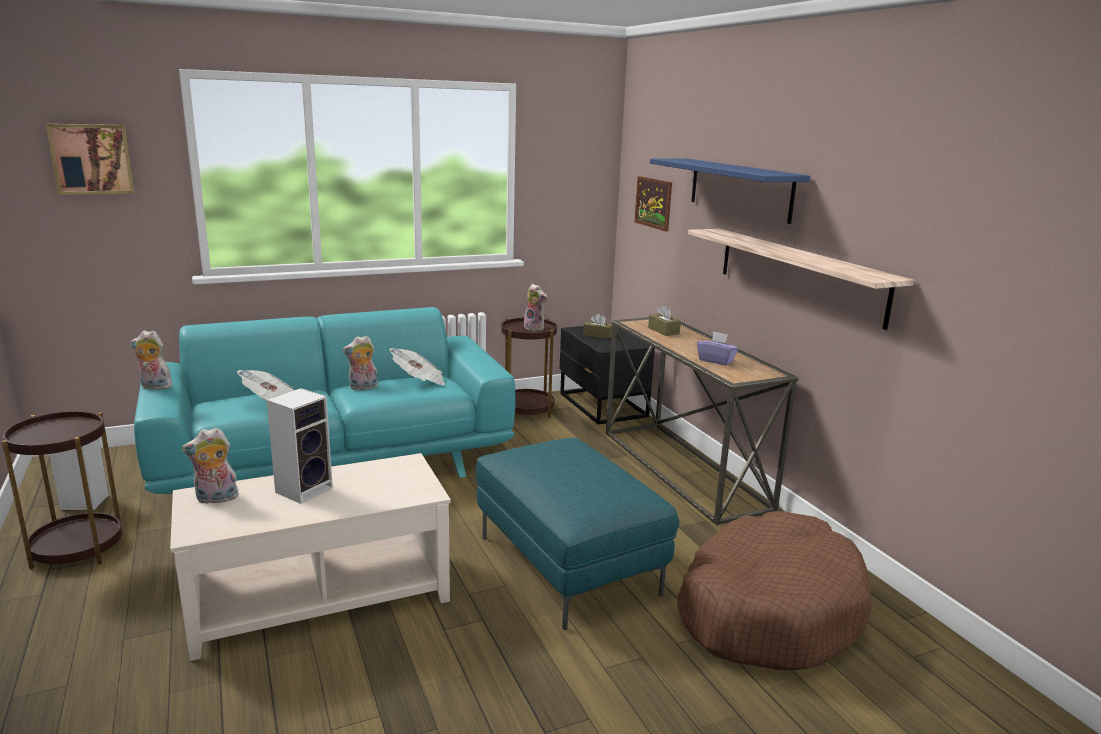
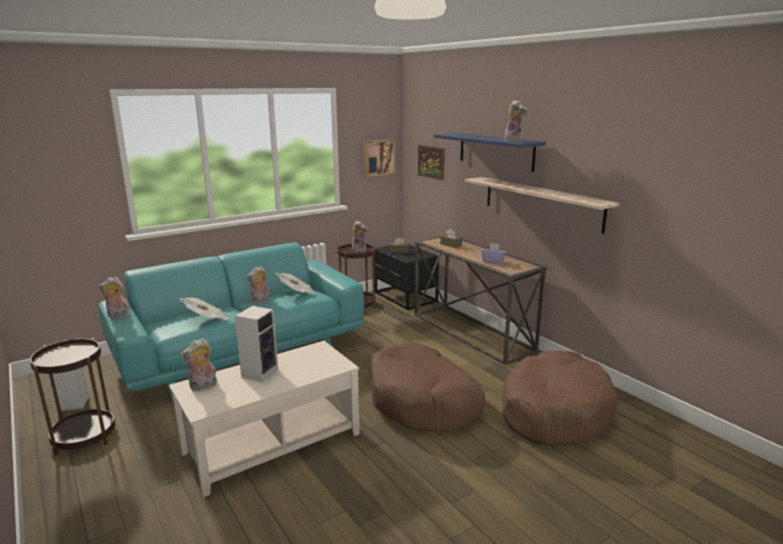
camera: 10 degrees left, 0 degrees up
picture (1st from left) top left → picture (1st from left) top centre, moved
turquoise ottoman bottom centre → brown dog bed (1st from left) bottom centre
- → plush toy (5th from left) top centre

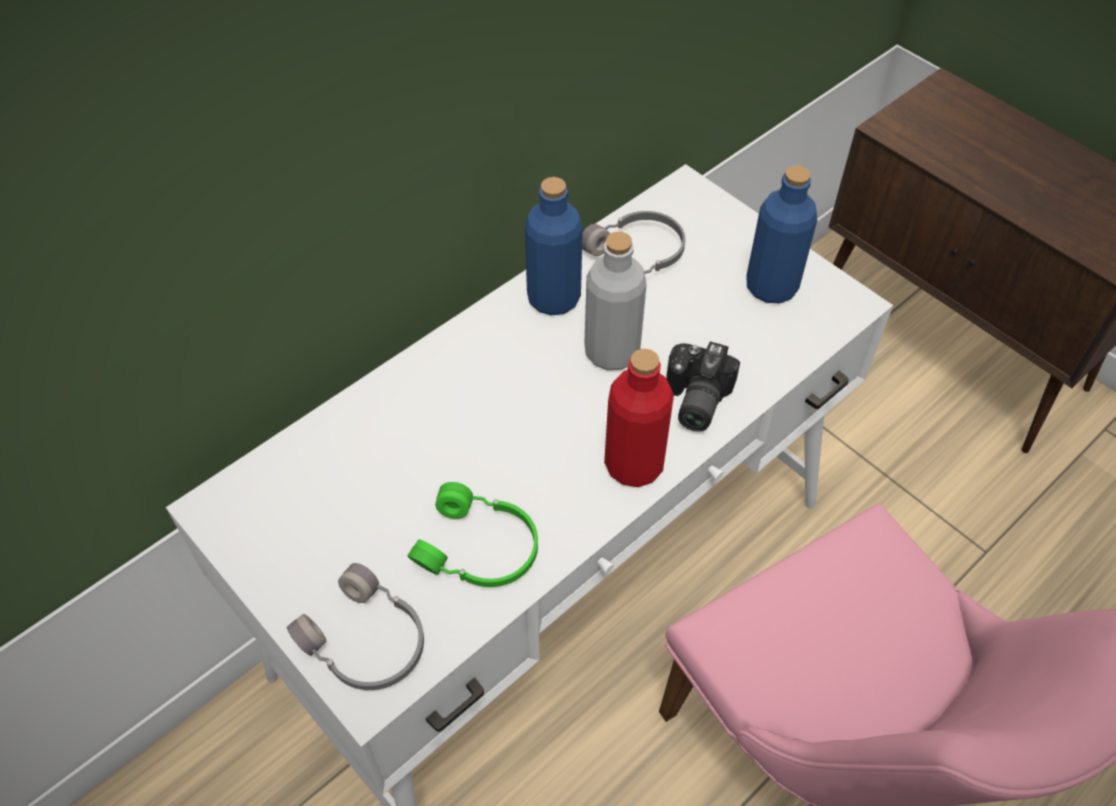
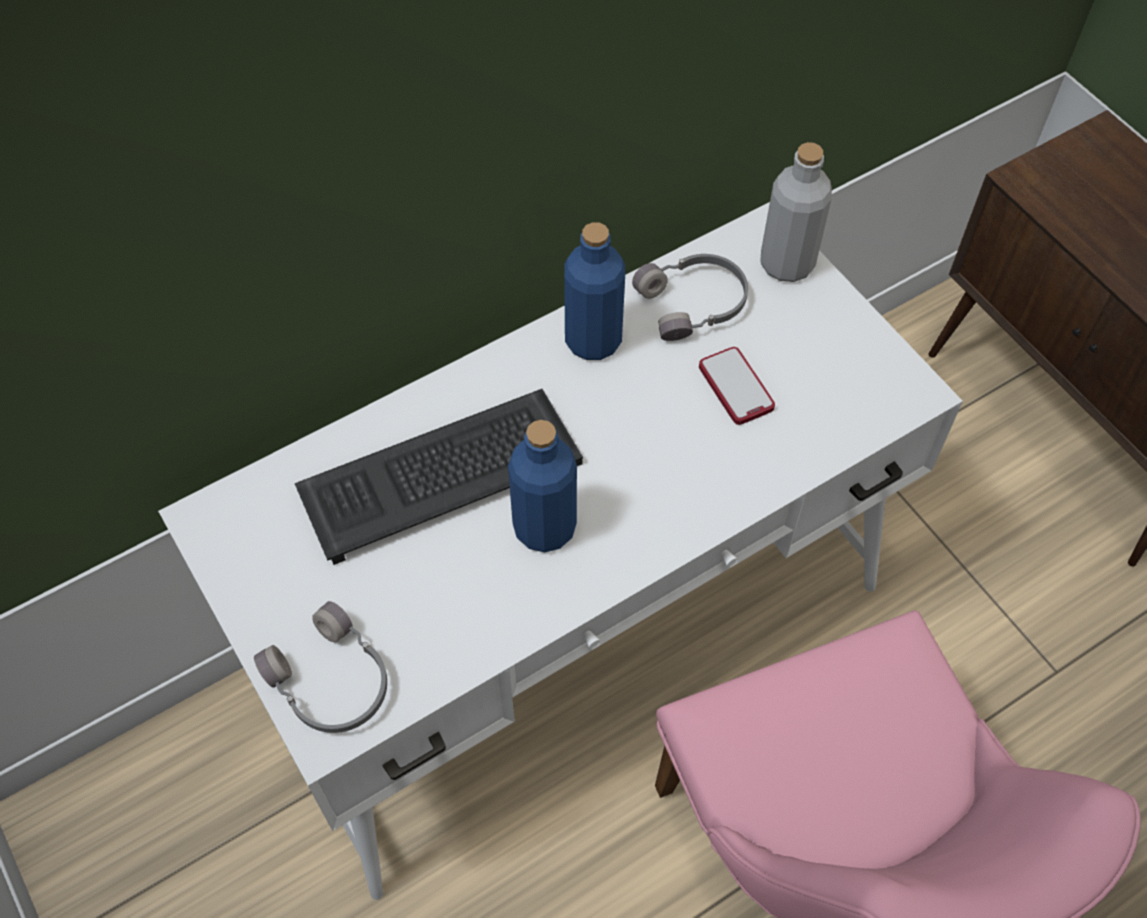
camera: 10 degrees right, 5 degrees up
- → keyboard centre
blue bottle (2nd from left in the first image) top right → blue bottle (1st from left) centre, moved
- → phone centre
grey bottle centre → grey bottle top right, moved
green headphones centre → -
red bottle centre → -
photo camera centre → -

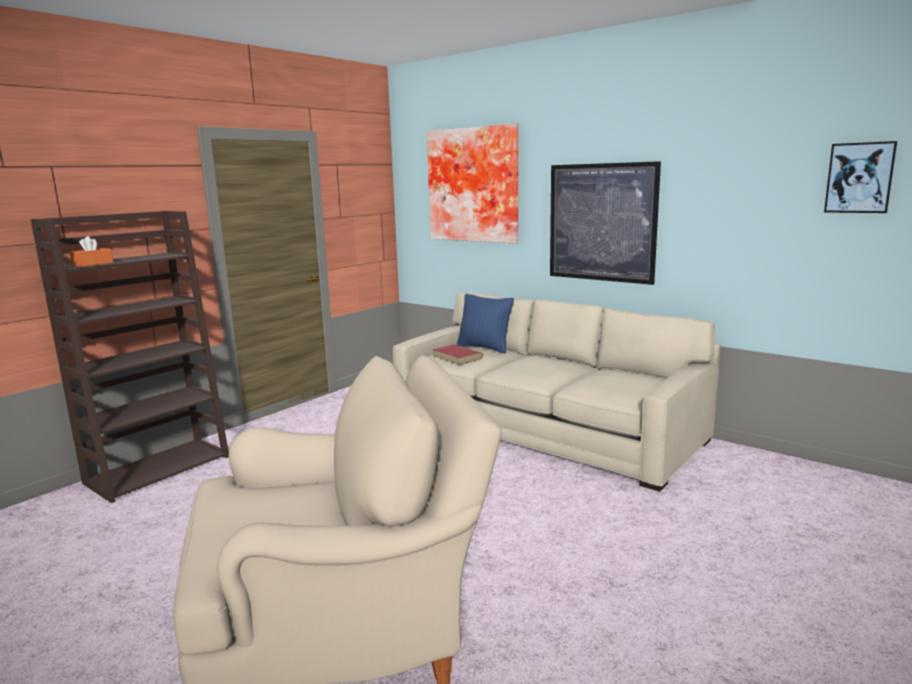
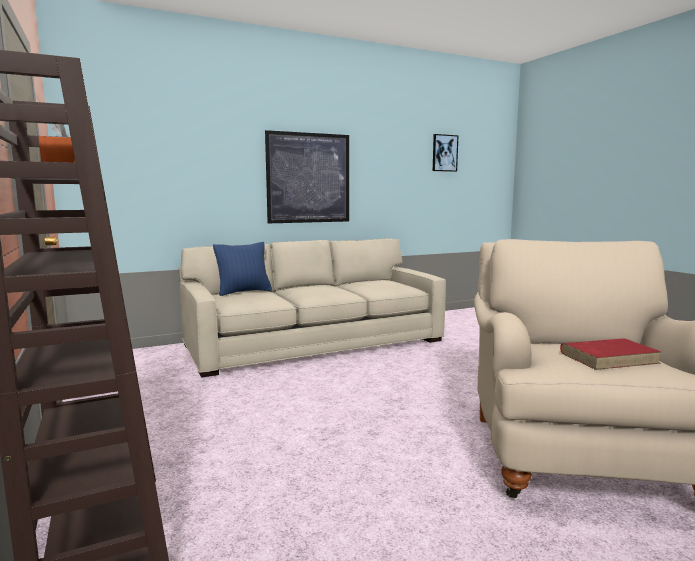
camera: 65 degrees left, 5 degrees down
red book centre → red book middle right, moved
picture (1st from left) top centre → -

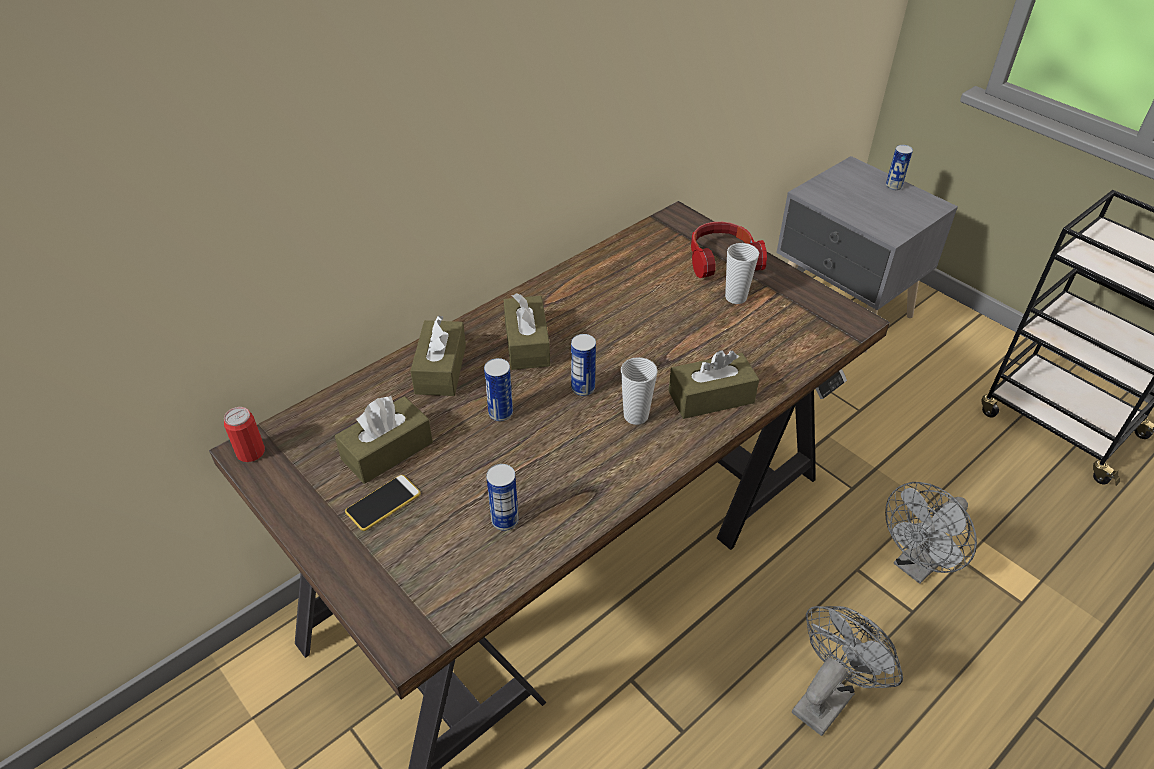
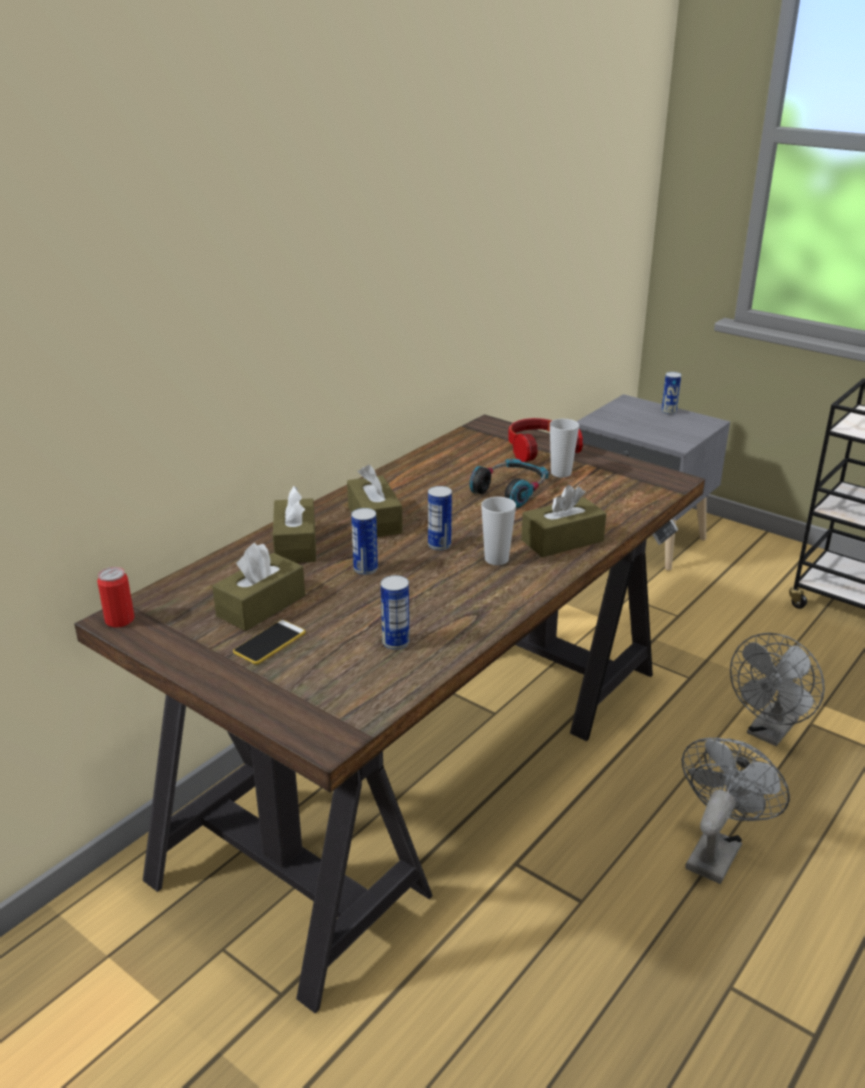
camera: 10 degrees left, 15 degrees down
- → headphones (1st from left) centre

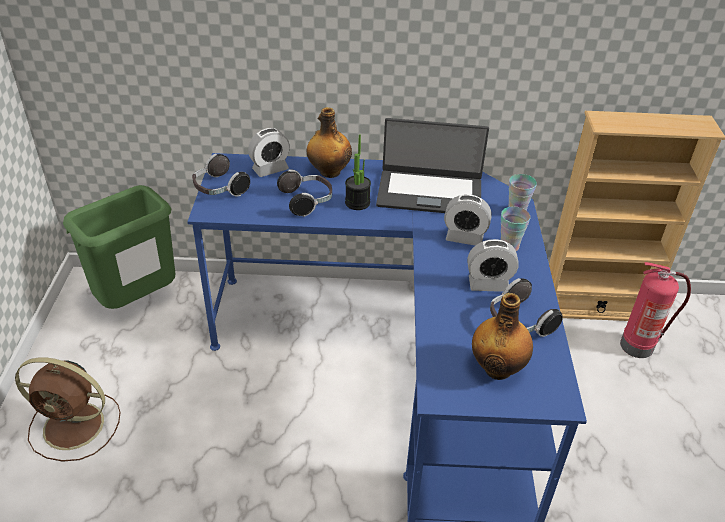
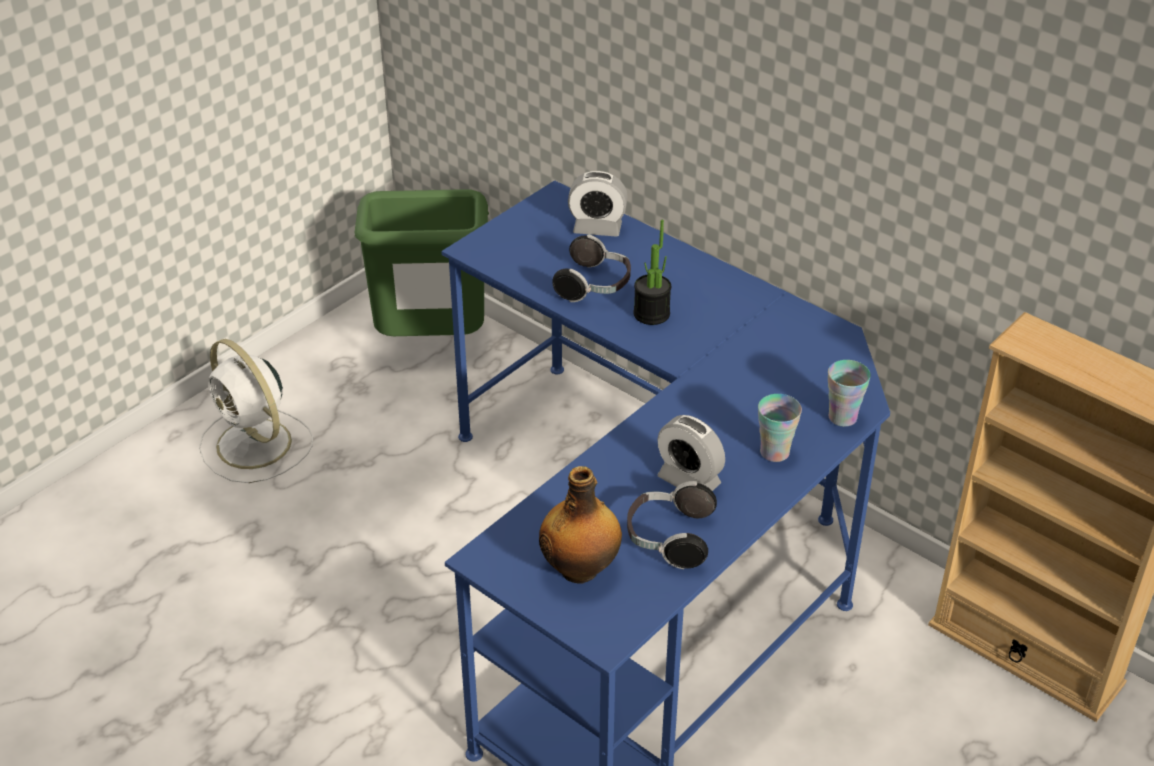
camera: 40 degrees right, 0 degrees up
brown fan bottom left → white fan middle left
headphones (1st from left) middle left → -
bottle (1st from left) top centre → -
laptop top centre → -
alarm clock (2nd from left) centre → -
fire extinguisher middle right → -

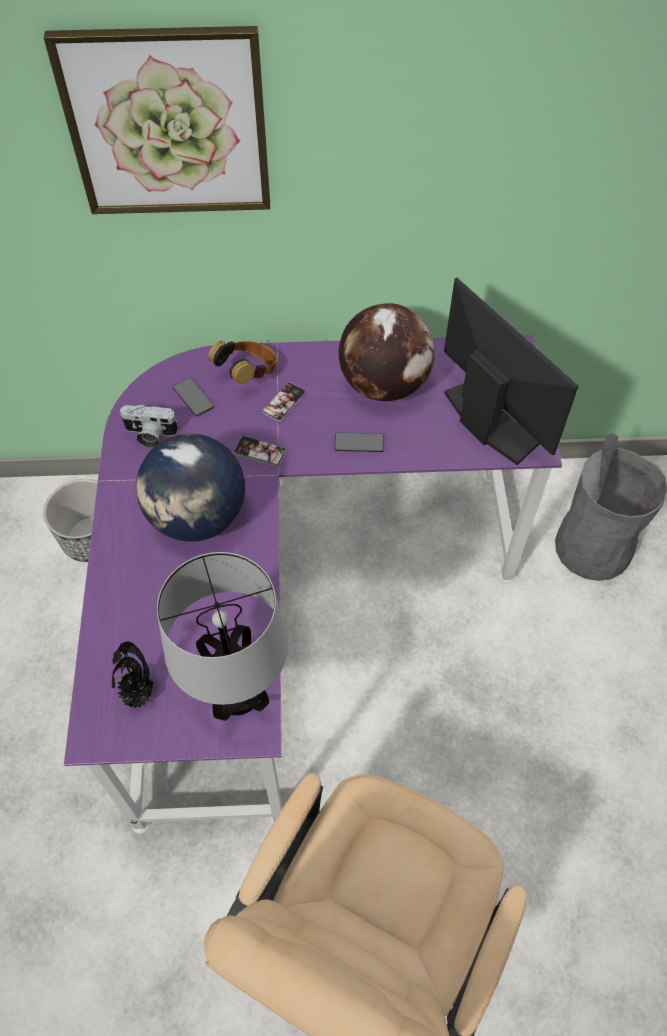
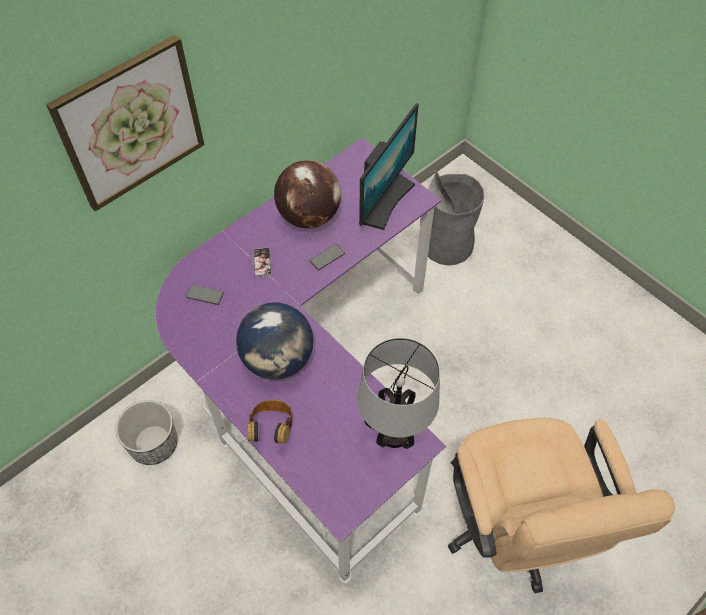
camera: 40 degrees left, 0 degrees up
headphones centre → headphones bottom centre, moved
monitor middle right → monitor top centre, 105 degrees clockwise
potted plant middle left → -
photo camera middle left → -
phone (2nd from left) centre → -

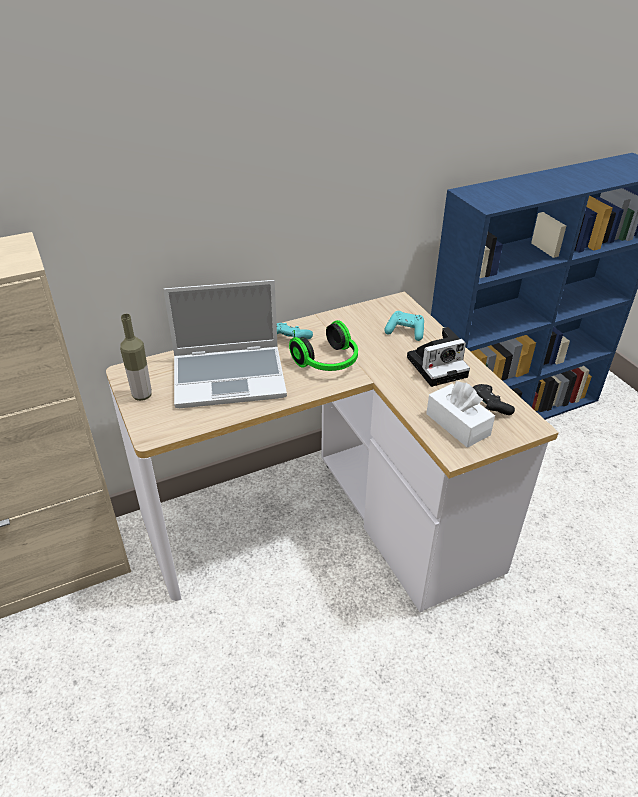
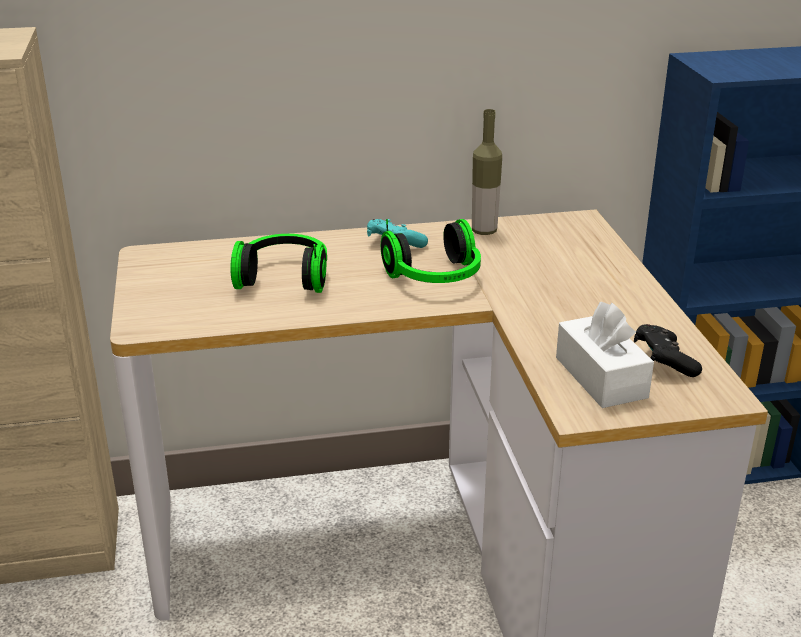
camera: 15 degrees right, 10 degrees down
laptop centre → headphones (1st from left) centre
bottle middle left → bottle top centre, moved
turquoise game controller (2nd from left) centre → -
photo camera middle right → -

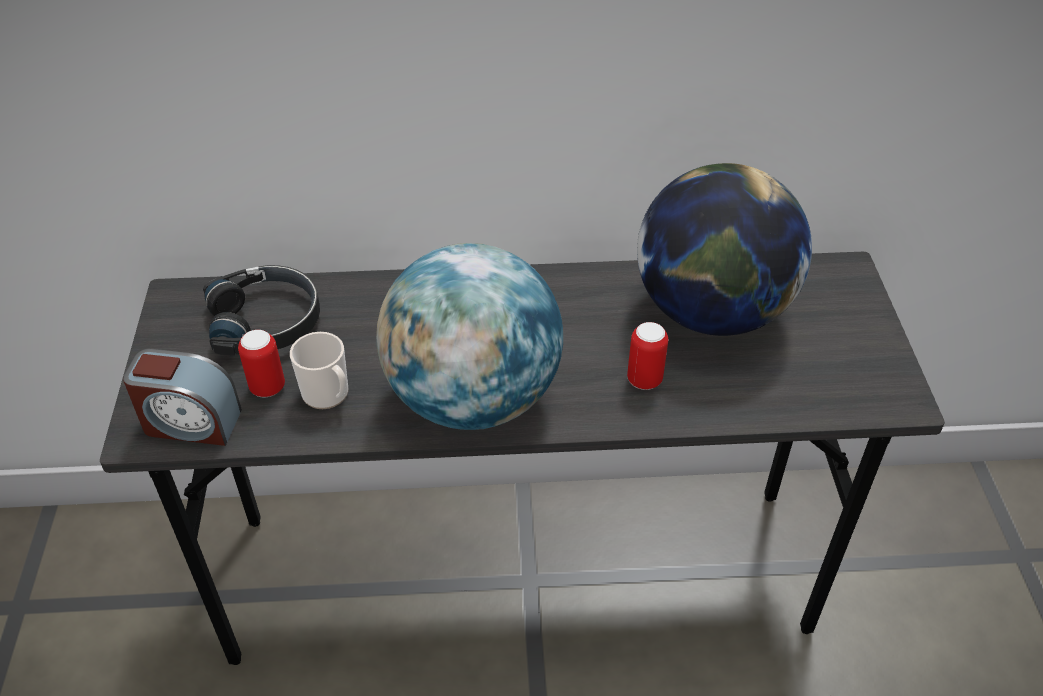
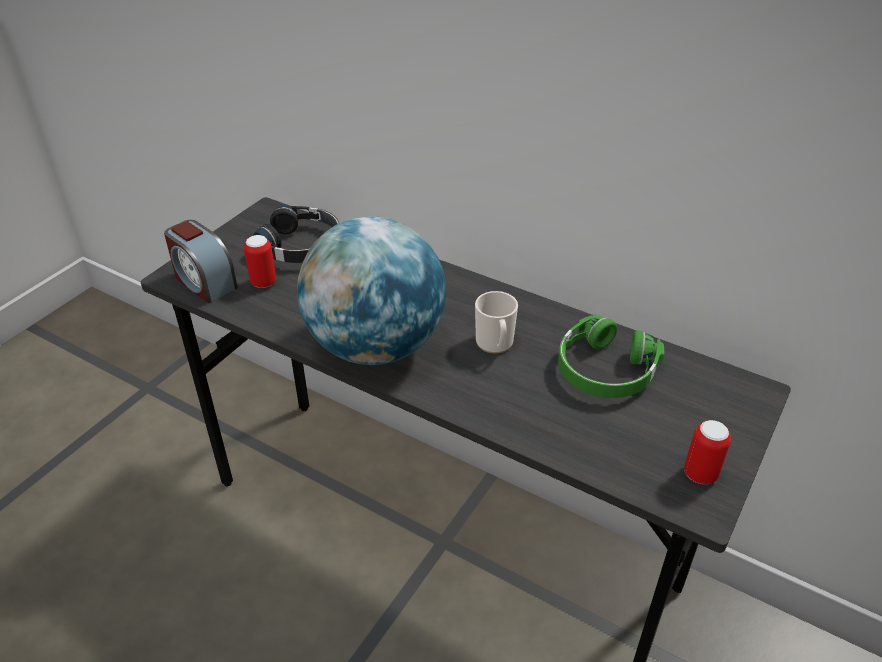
camera: 35 degrees right, 5 degrees down
mug middle left → mug centre, moved
globe (2nd from left) middle right → green headphones middle right
can (2nd from left) centre → can (2nd from left) bottom right, moved

